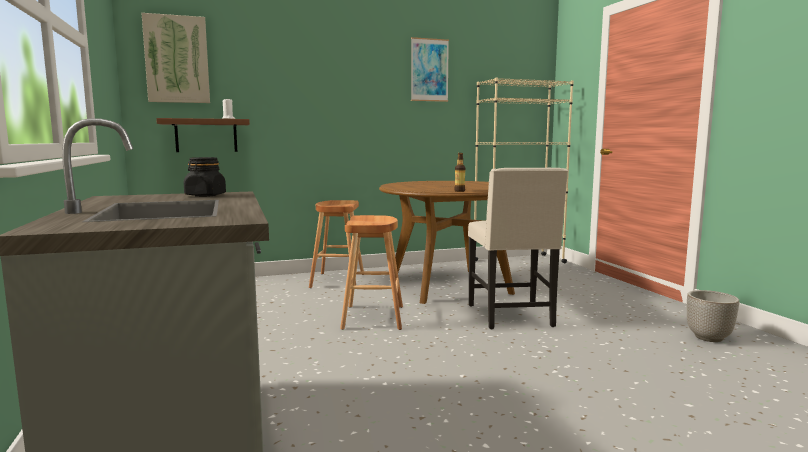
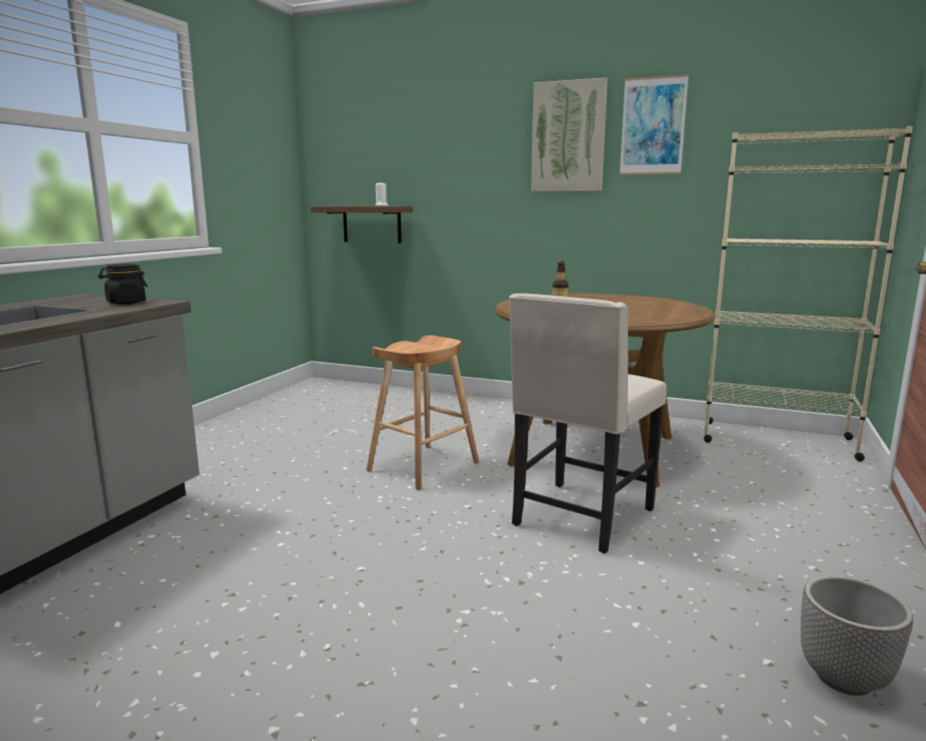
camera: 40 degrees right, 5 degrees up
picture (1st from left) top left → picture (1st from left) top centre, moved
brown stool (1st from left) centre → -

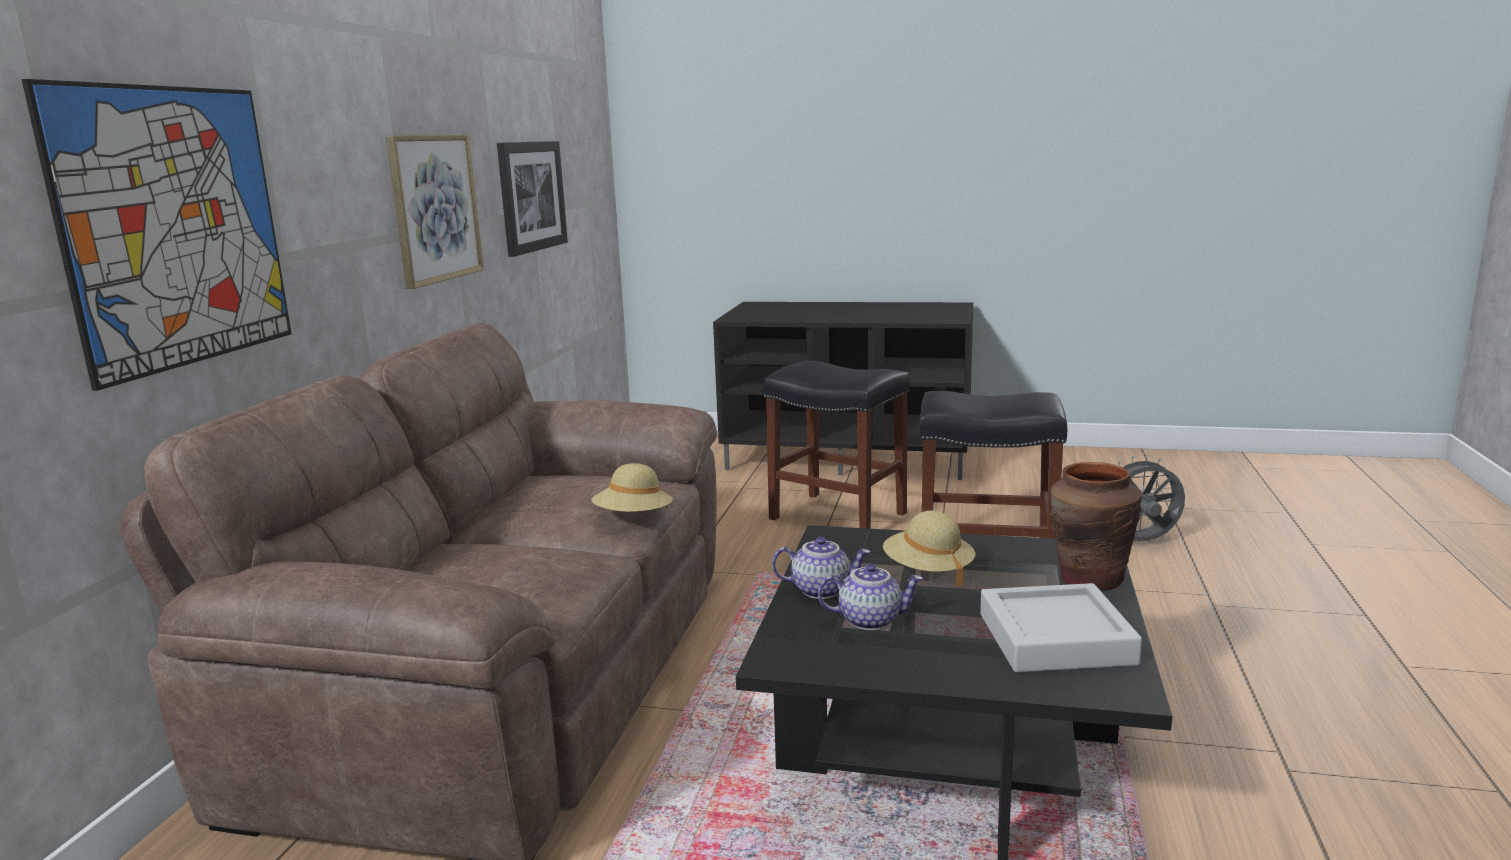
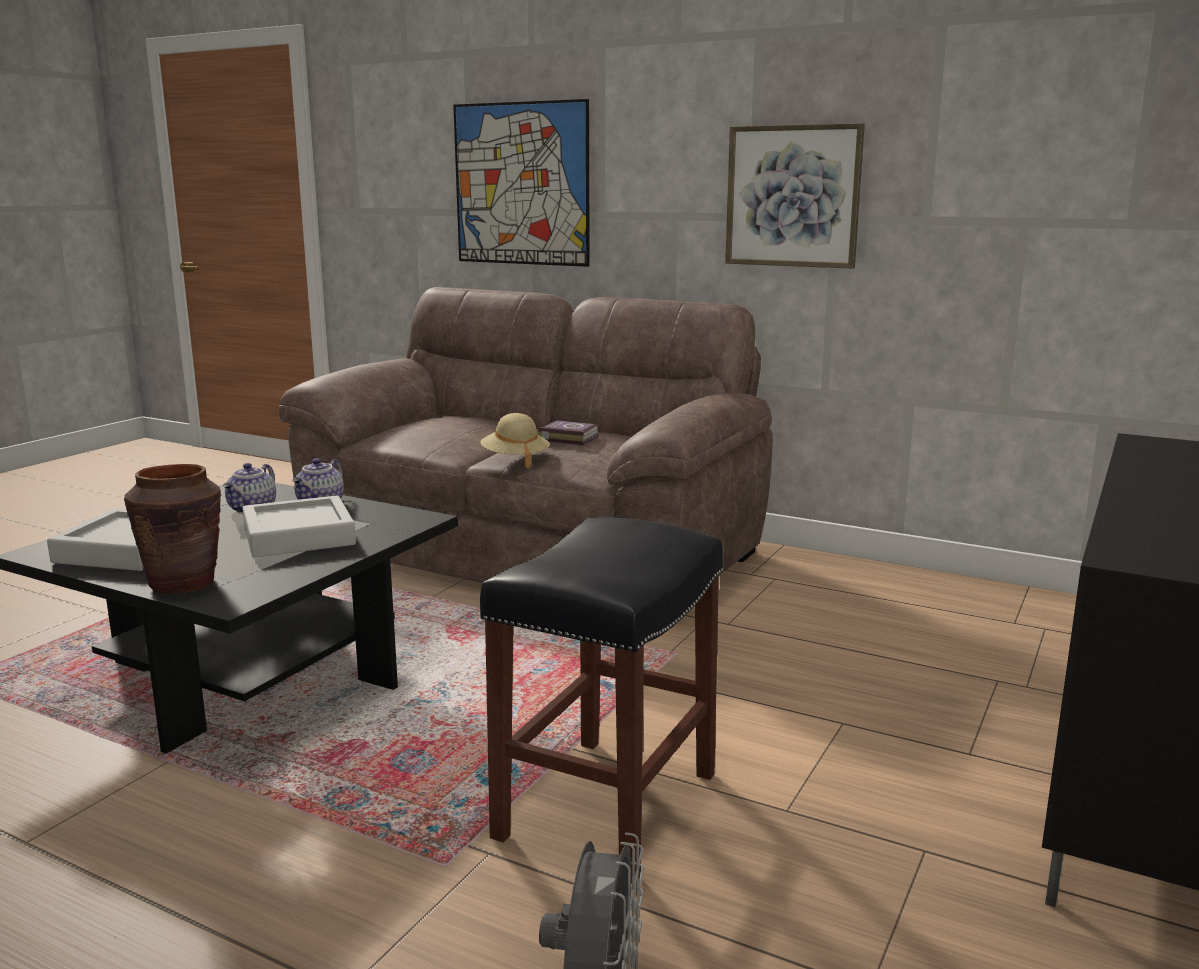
camera: 105 degrees right, 0 degrees up
beige hat (2nd from left) centre → grey tray (2nd from left) middle left
- → book centre
picture (3rd from left) top centre → -
black stool (1st from left) centre → -

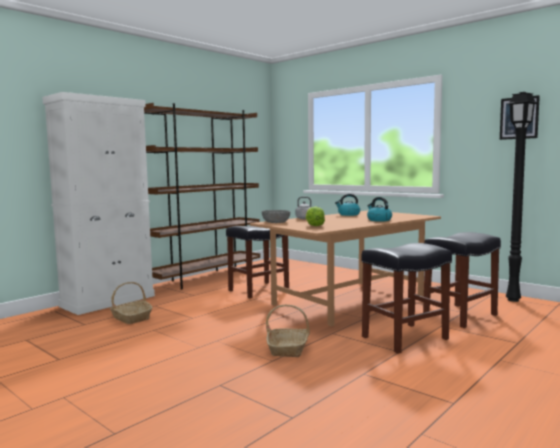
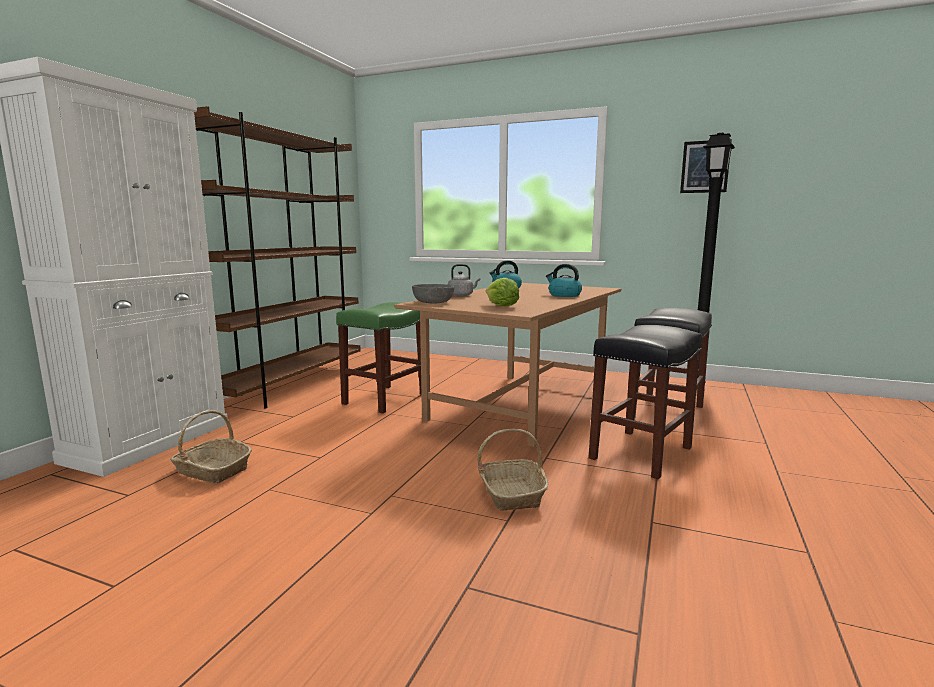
camera: 20 degrees left, 5 degrees up
black stool (1st from left) centre → green stool centre

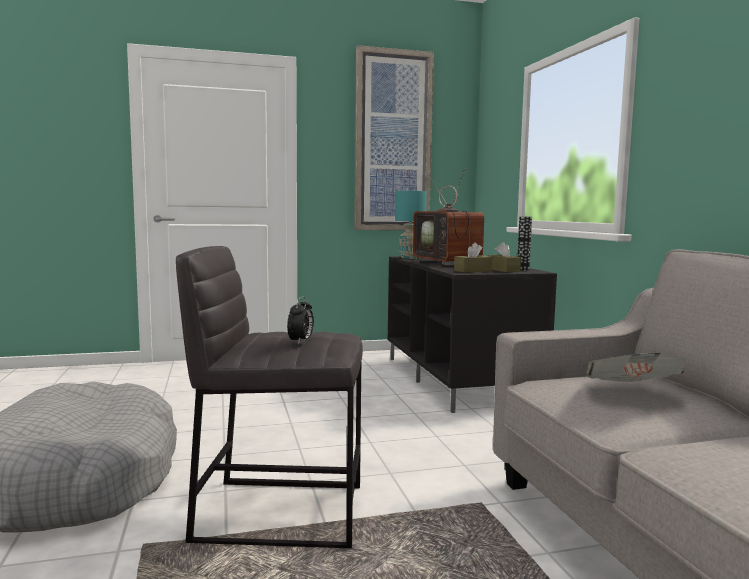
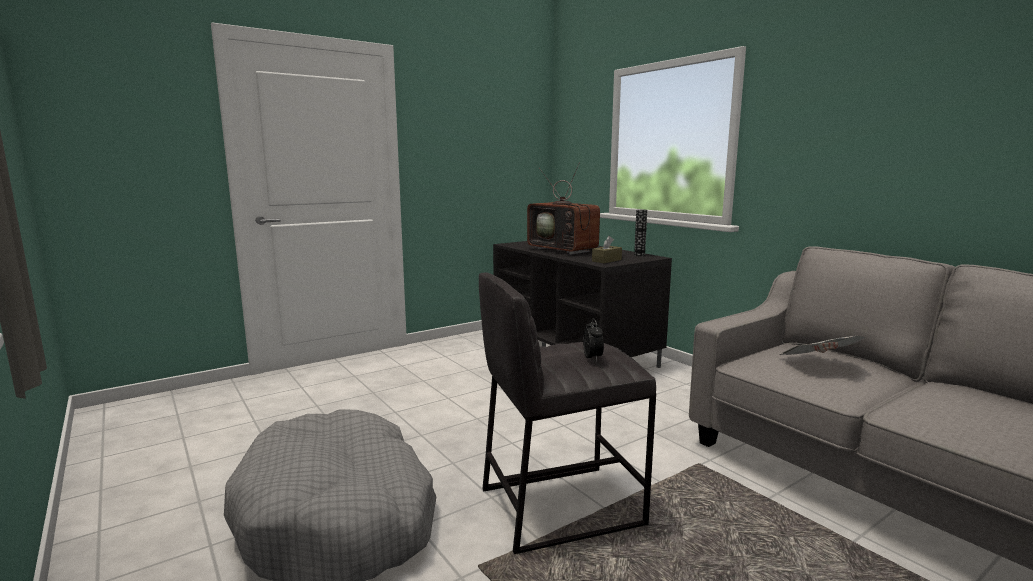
camera: 20 degrees left, 5 degrees up
picture top centre → -
turquoise table lamp centre → -
brown tissue box (2nd from left) middle right → -

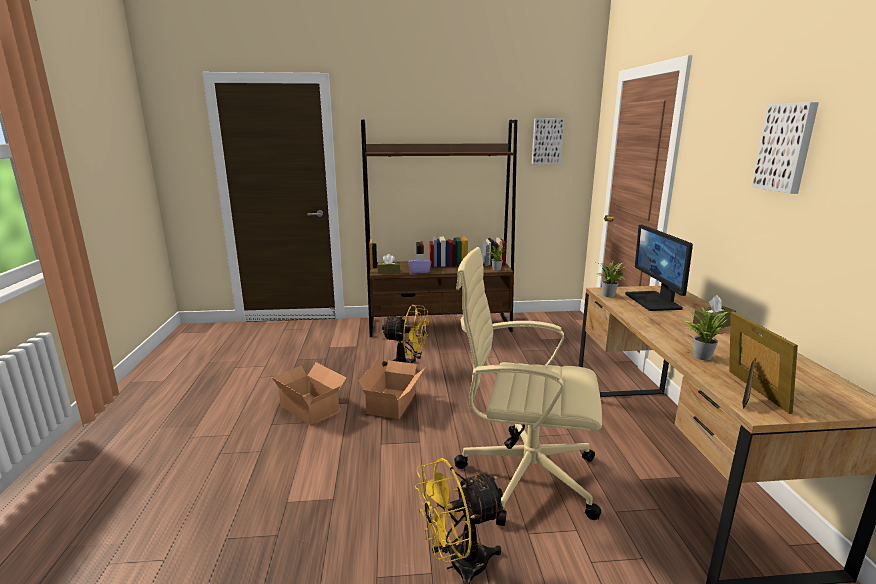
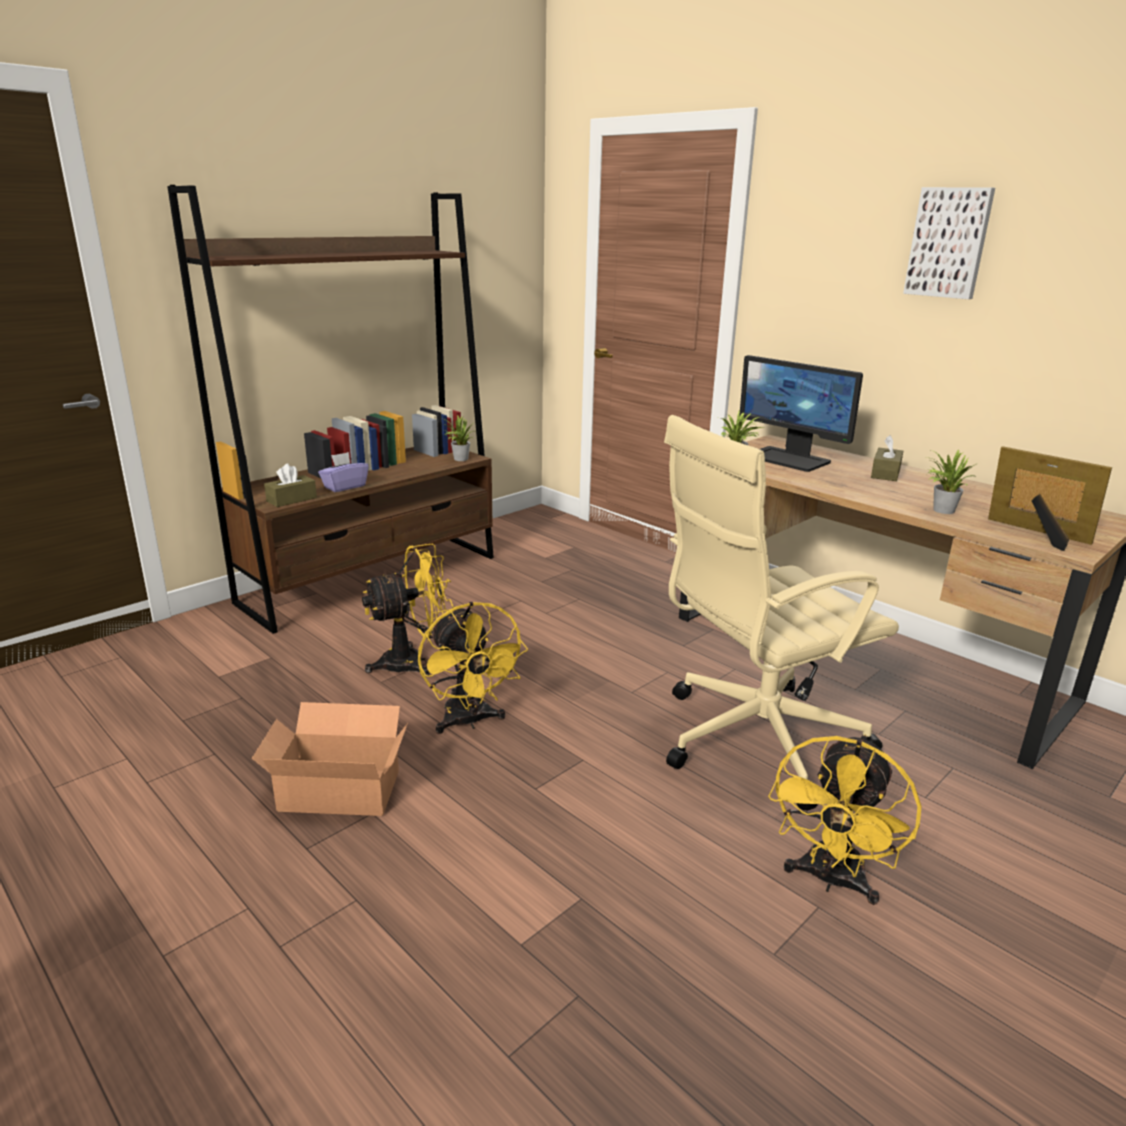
camera: 40 degrees left, 5 degrees up
cardboard box (2nd from left) centre → yellow fan (2nd from left) centre
picture (1st from left) top centre → -

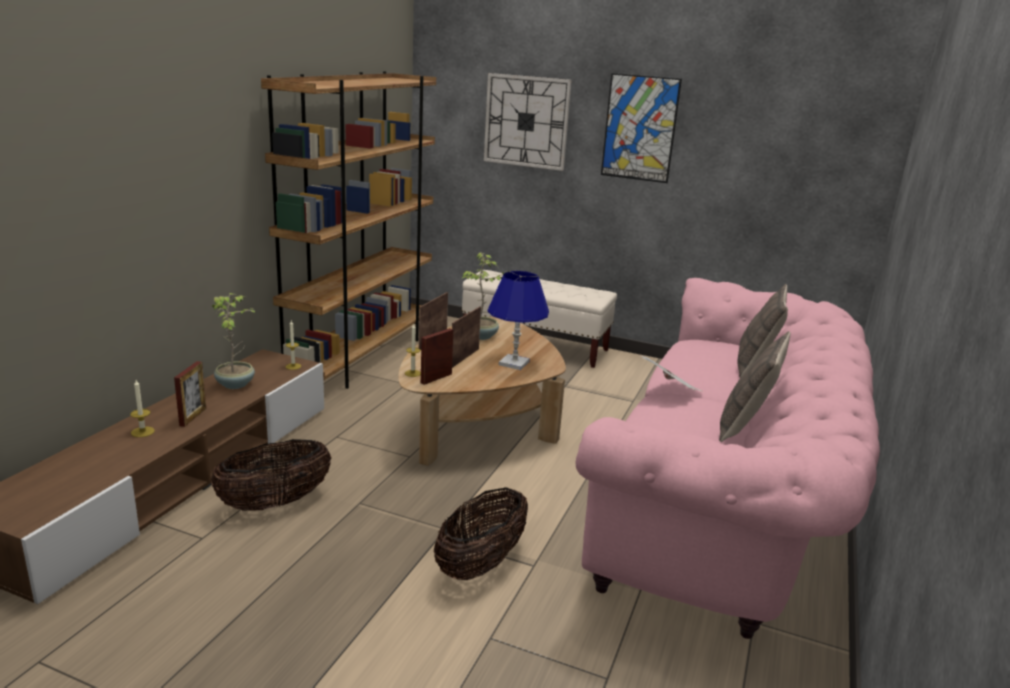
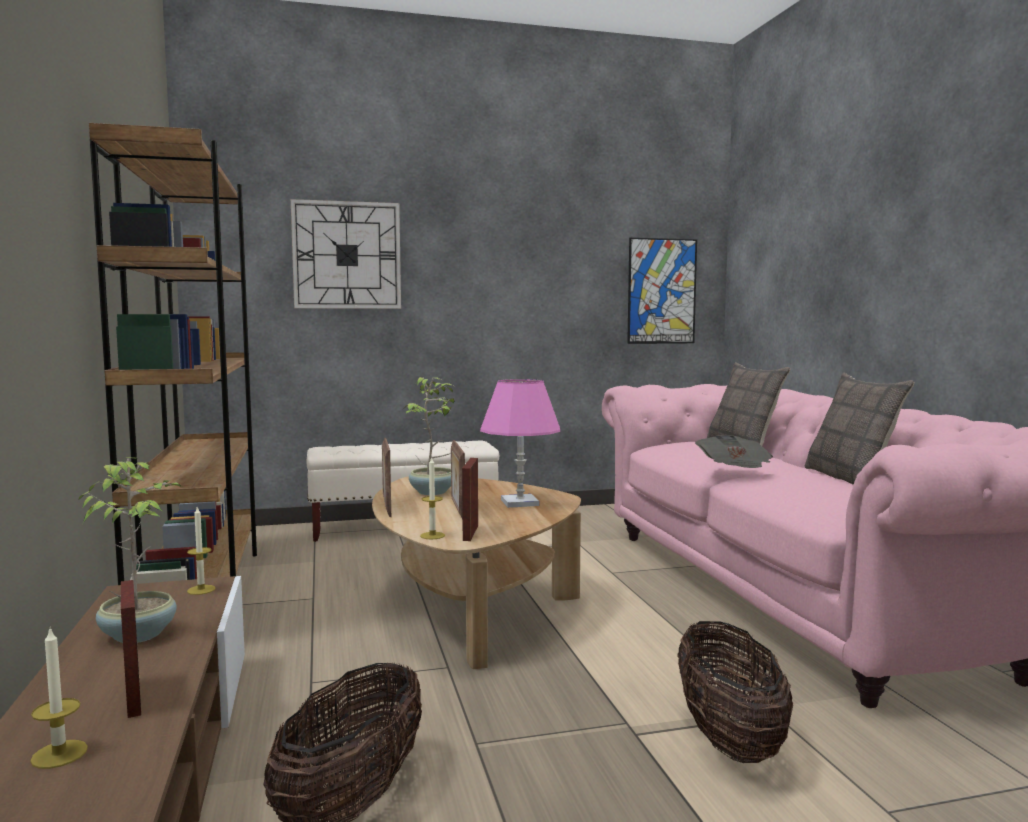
camera: 35 degrees left, 15 degrees down
blue table lamp centre → pink table lamp centre
picture top centre → picture centre, moved

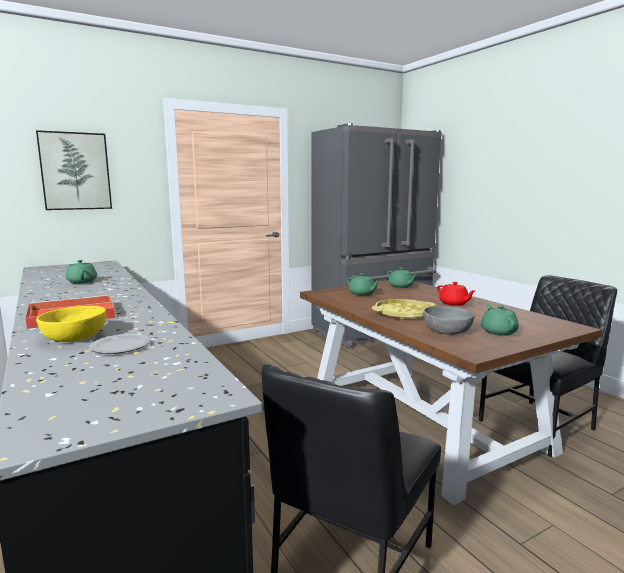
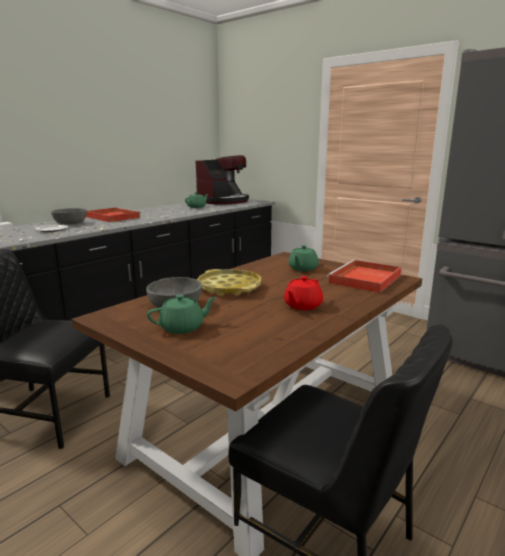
camera: 70 degrees right, 5 degrees up
yellow bowl middle left → grey bowl (1st from left) middle left
- → coffee machine top centre
green teapot (3rd from left) centre → red tray (2nd from left) middle right
picture top left → -

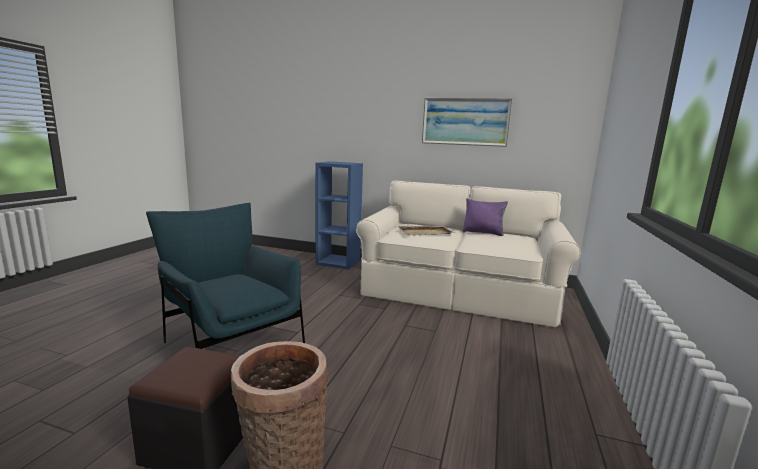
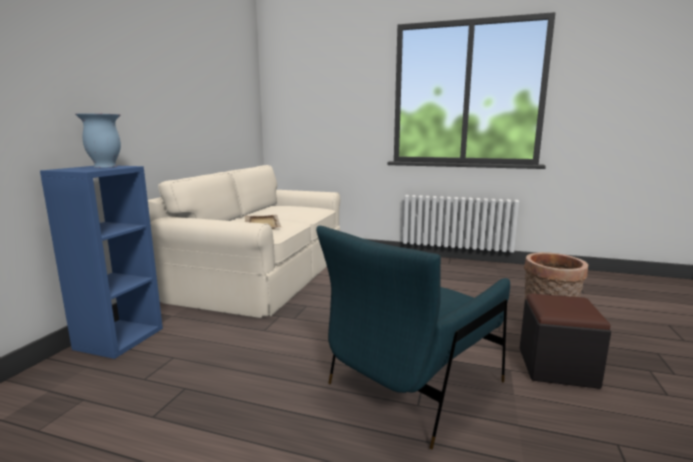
camera: 90 degrees left, 0 degrees up
- → vase top left
picture top centre → -
purple pillow centre → -

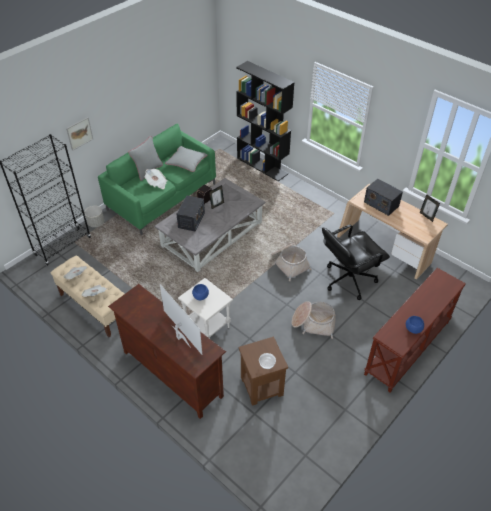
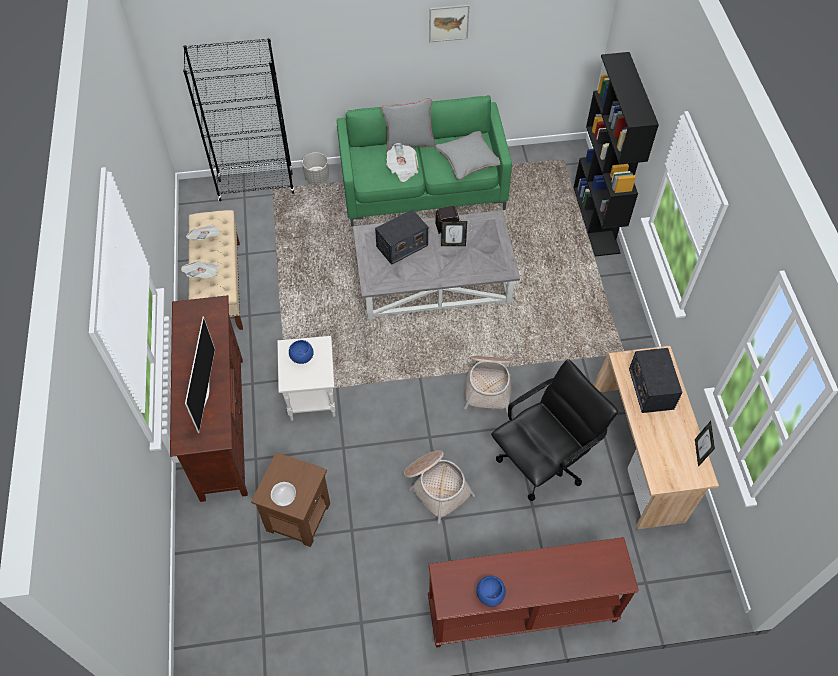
camera: 40 degrees right, 10 degrees up
picture top left → picture top centre, moved
black office chair middle right → black office chair centre, 135 degrees clockwise

